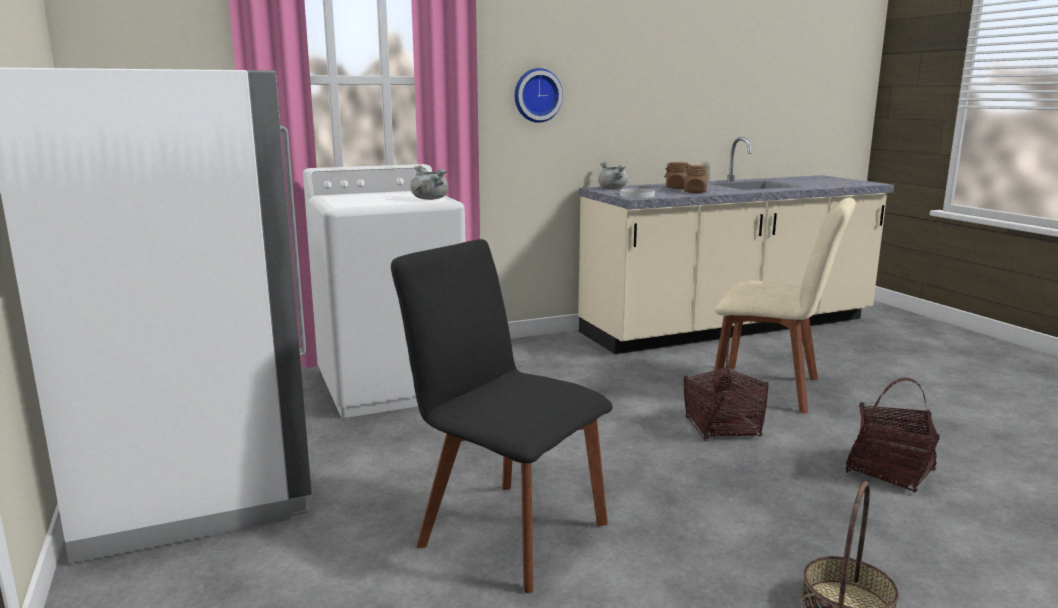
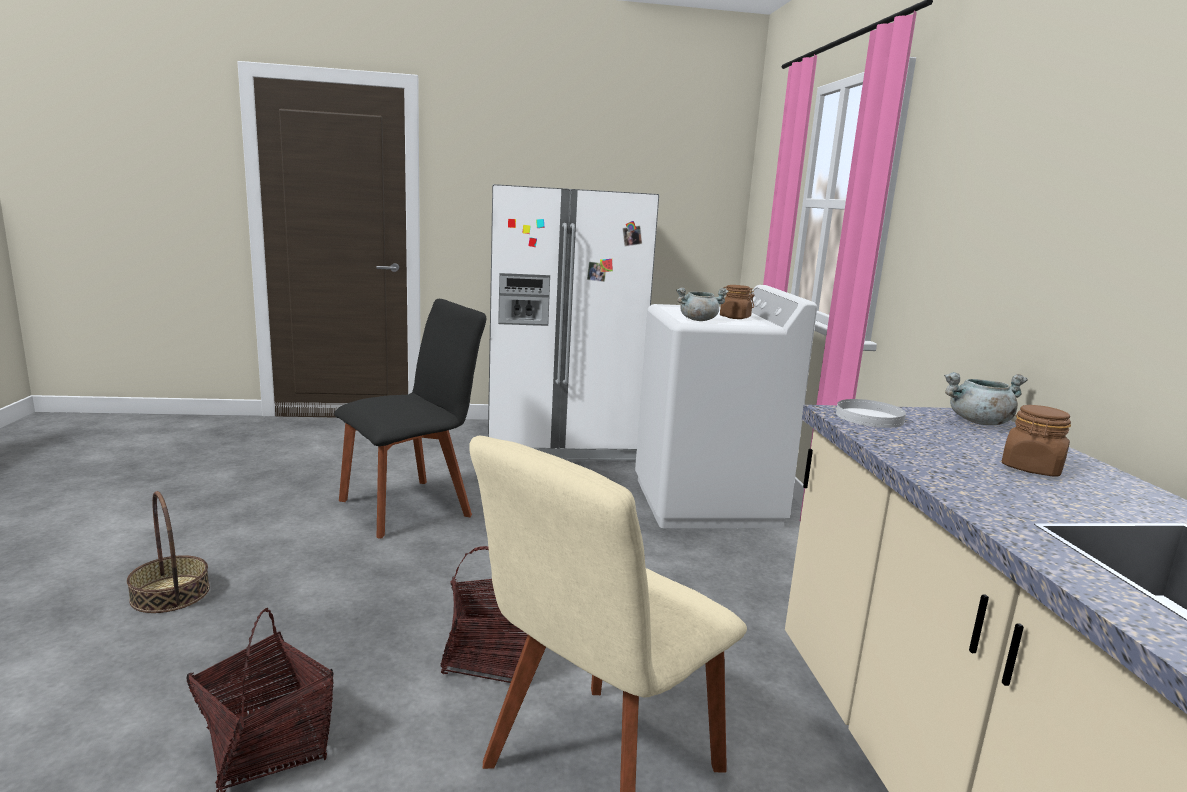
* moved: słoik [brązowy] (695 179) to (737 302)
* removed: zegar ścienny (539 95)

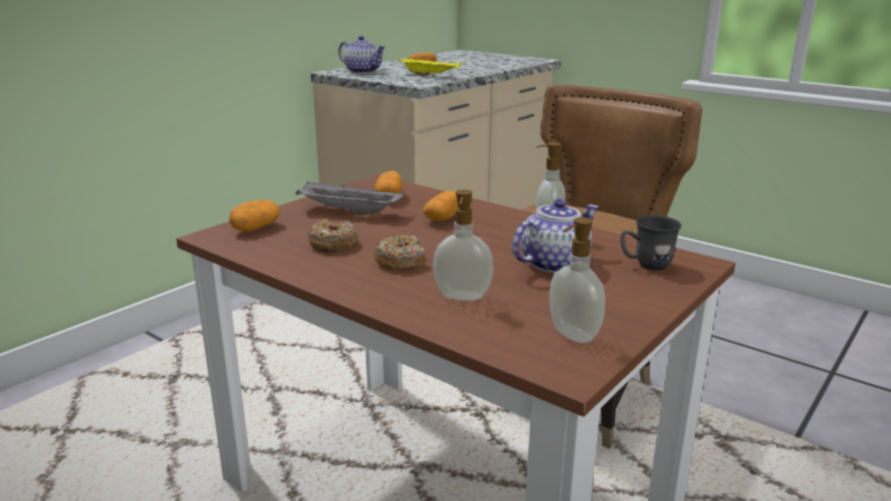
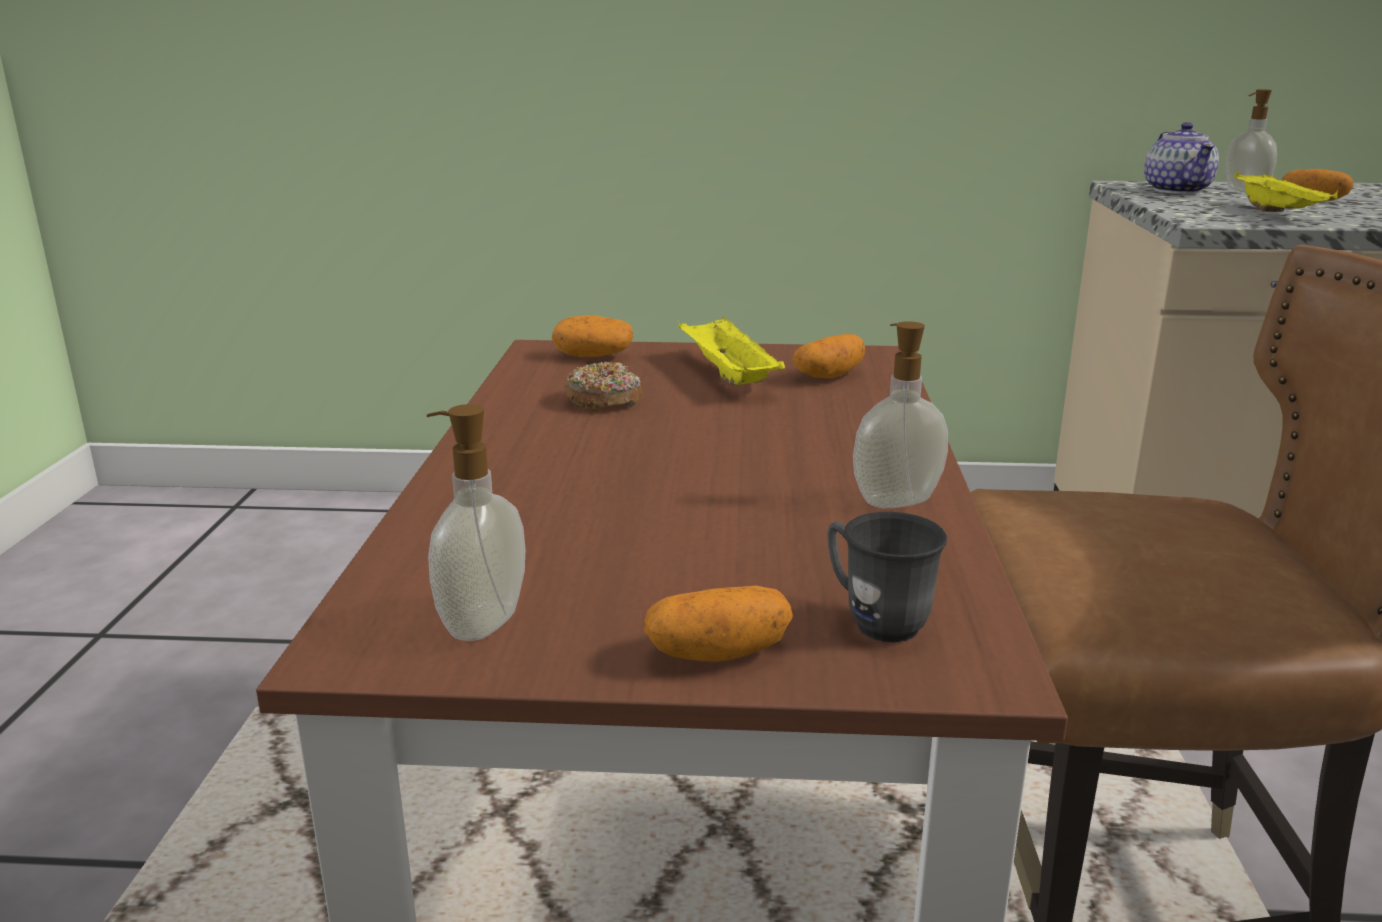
* moved: ziemniak (440 206) to (718 624)
* recoloured: taca [szary] (350 198) to taca [żółty] (731 350)
* moved: dozownik mydła (463 245) to (1251 140)
* removed: donut (400 253)
* removed: imbryk (555 236)

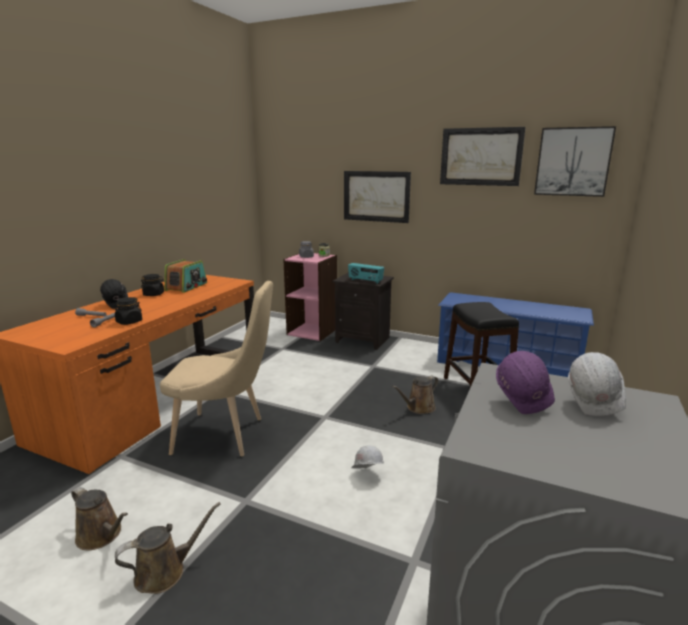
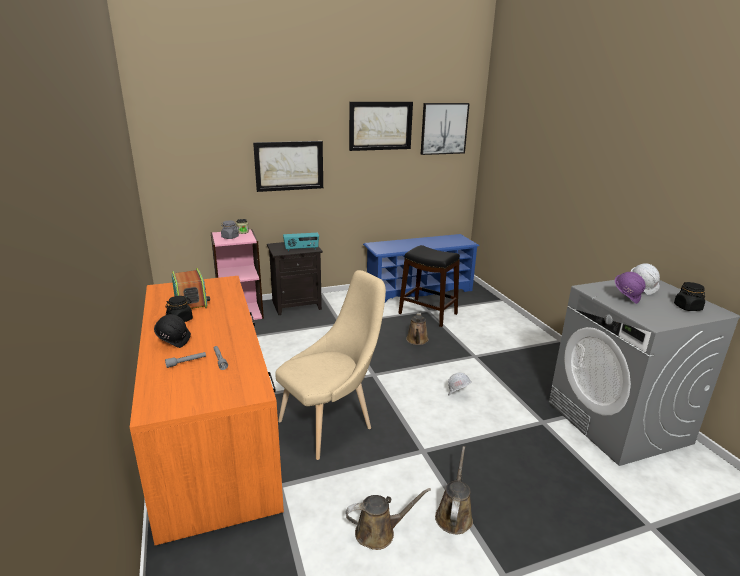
* moved: słoik [czarny] (127 311) to (689 296)

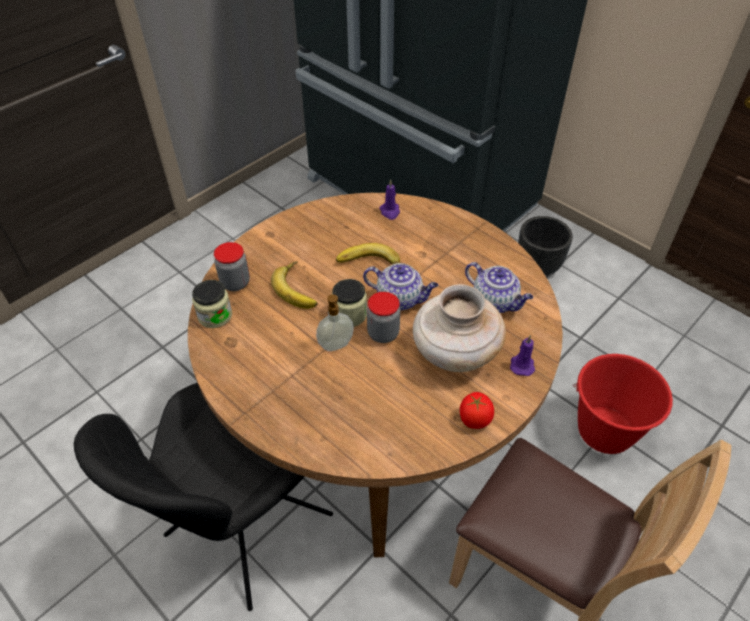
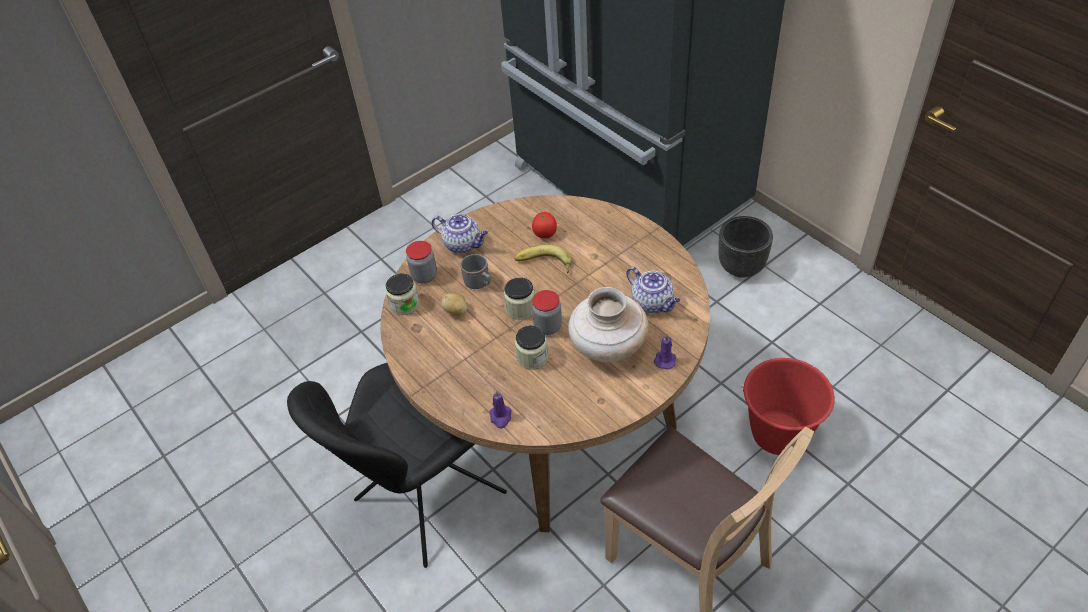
* moved: imbryk (400 286) to (460 234)
* added: ziemniak (454 304)
* replaced: banan (294 285) to kubek [szary] (475 271)
* moved: świeca [fioletowy] (389 200) to (500 409)
* added: słoik (532 348)
* moved: pomidor (477 410) to (544 225)
* removed: dozownik mydła (335 322)

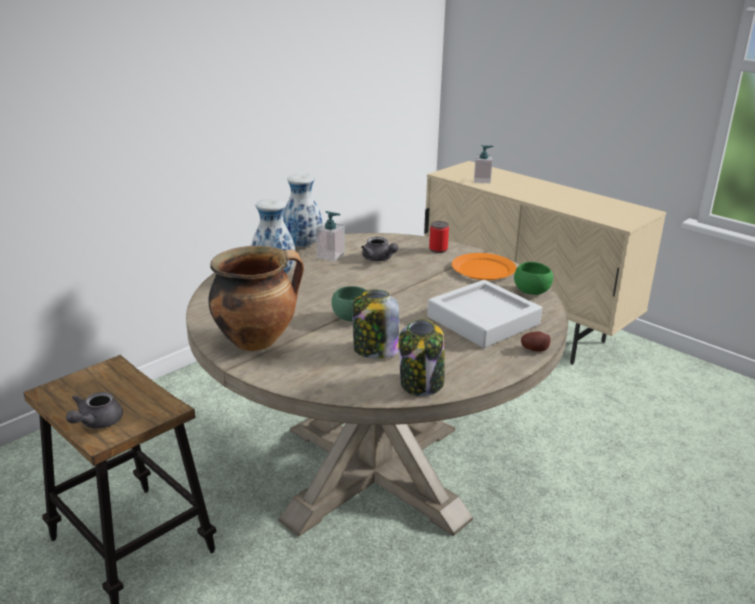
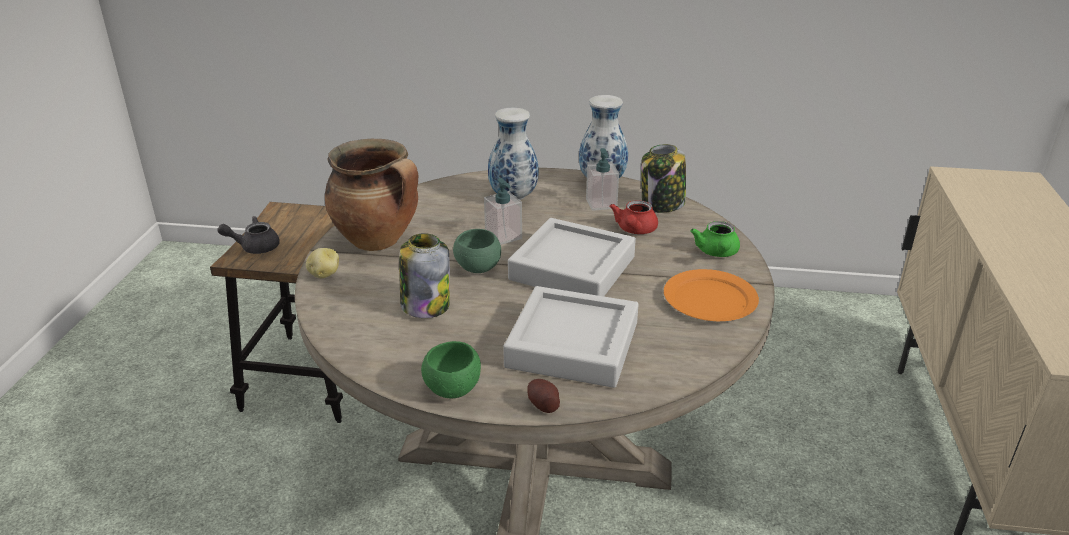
* added: ziemniak (322 263)
* moved: miska [zielony] (533 278) to (451 370)
* moved: dozownik mydła (484 164) to (503 211)
* added: taca [szary] (572 257)
* recoloured: imbryk [szary] (379 249) to imbryk [czerwony] (633 217)
* moved: słoik (422 357) to (663 178)
* replaced: puszka (439 237) to imbryk [zielony] (715 239)

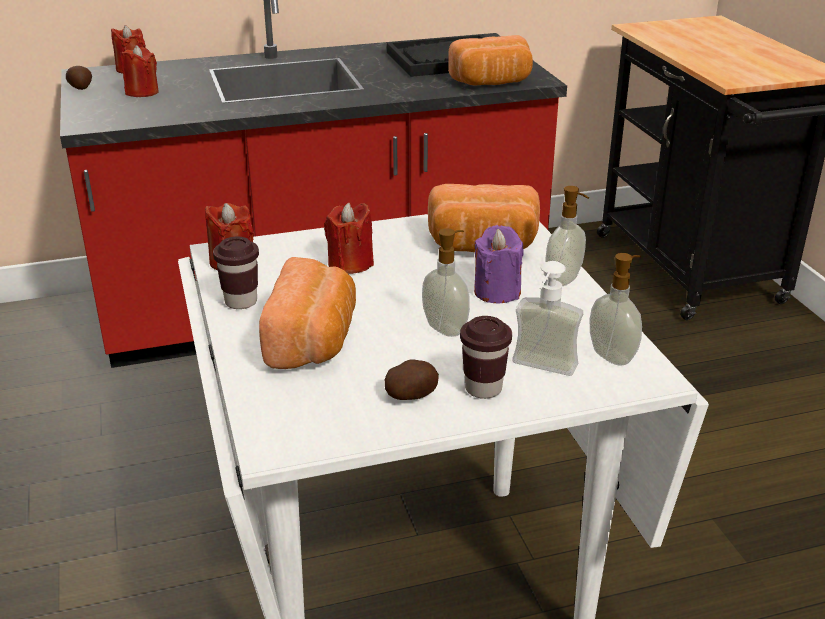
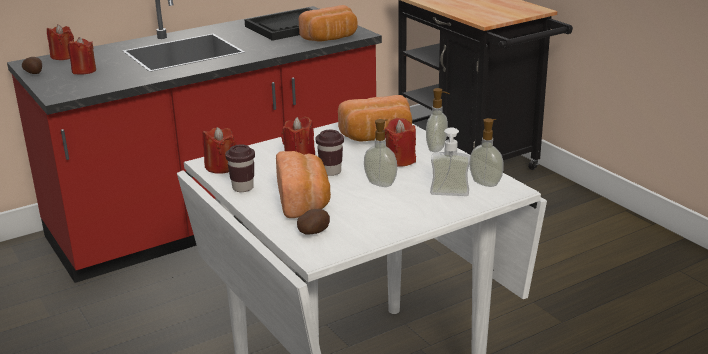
* moved: ziemniak (411 379) to (313 222)
* moved: filiżanka [brązowy] (486 357) to (330 153)
* recoloured: świeca [fioletowy] (499 264) to świeca [czerwony] (400 142)

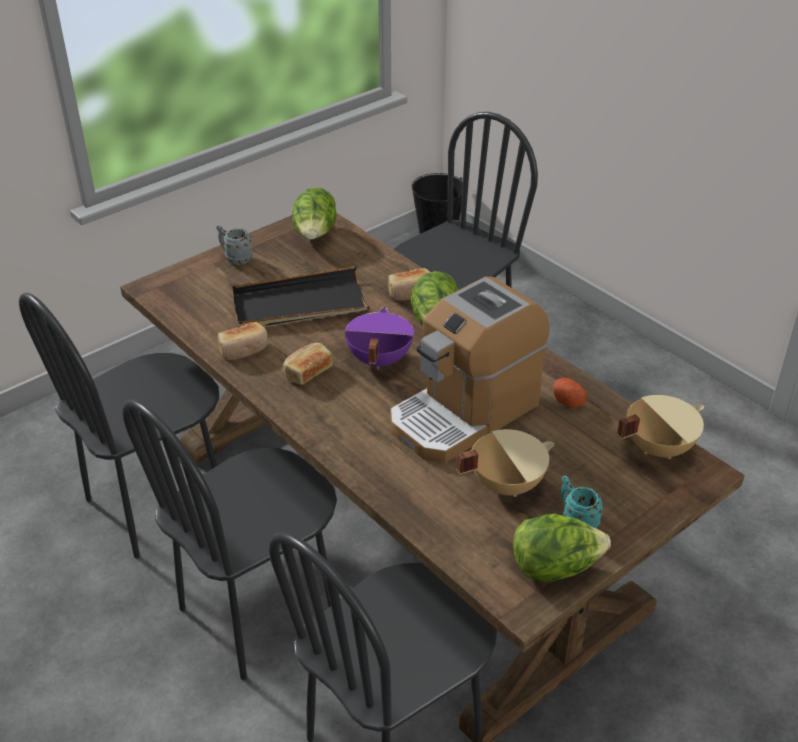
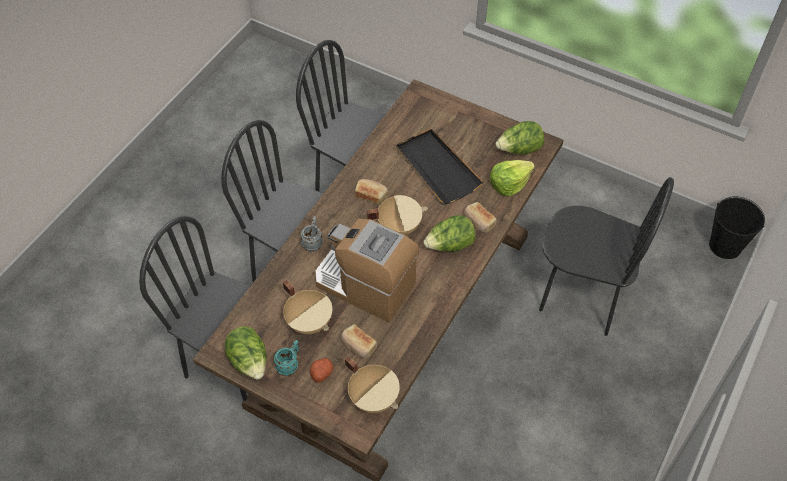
* moved: kubek [szary] (234 245) to (311 234)
* moved: ziemniak (570 393) to (321 370)
* moved: chleb (243 341) to (359 341)
* recoloured: garnek [fioletowy] (379 338) to garnek [beżowy] (397 215)
* added: sałata (512 178)

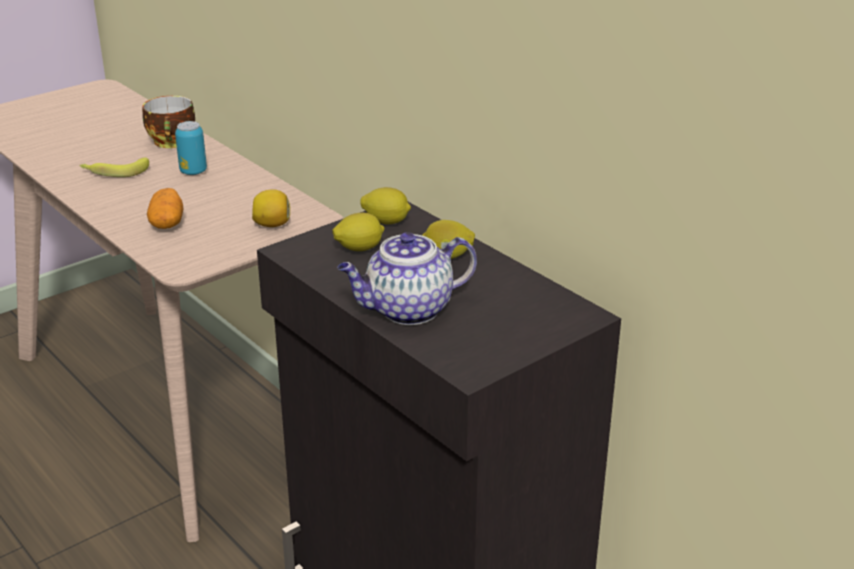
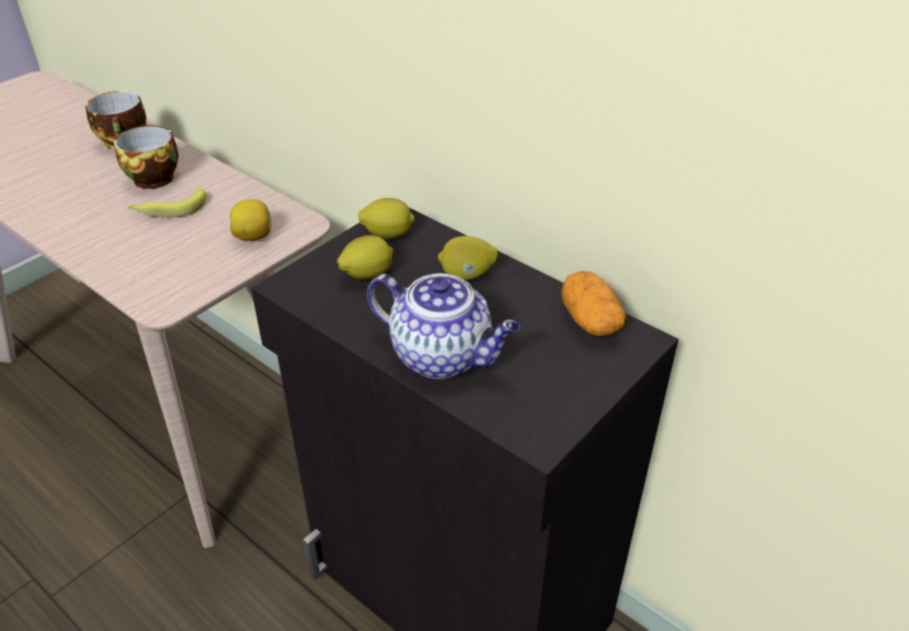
* replaced: puszka (191 148) to filiżanka (146 157)
* moved: banan (114 167) to (167 203)
* turned: imbryk (407 278) = (443 326) 120 degrees counterclockwise
* moved: ziemniak (165 208) to (593 303)

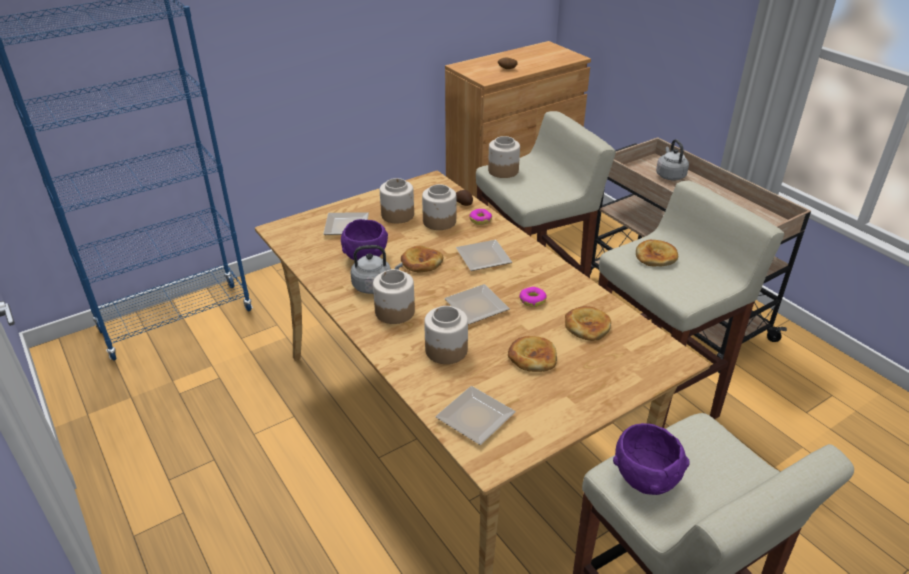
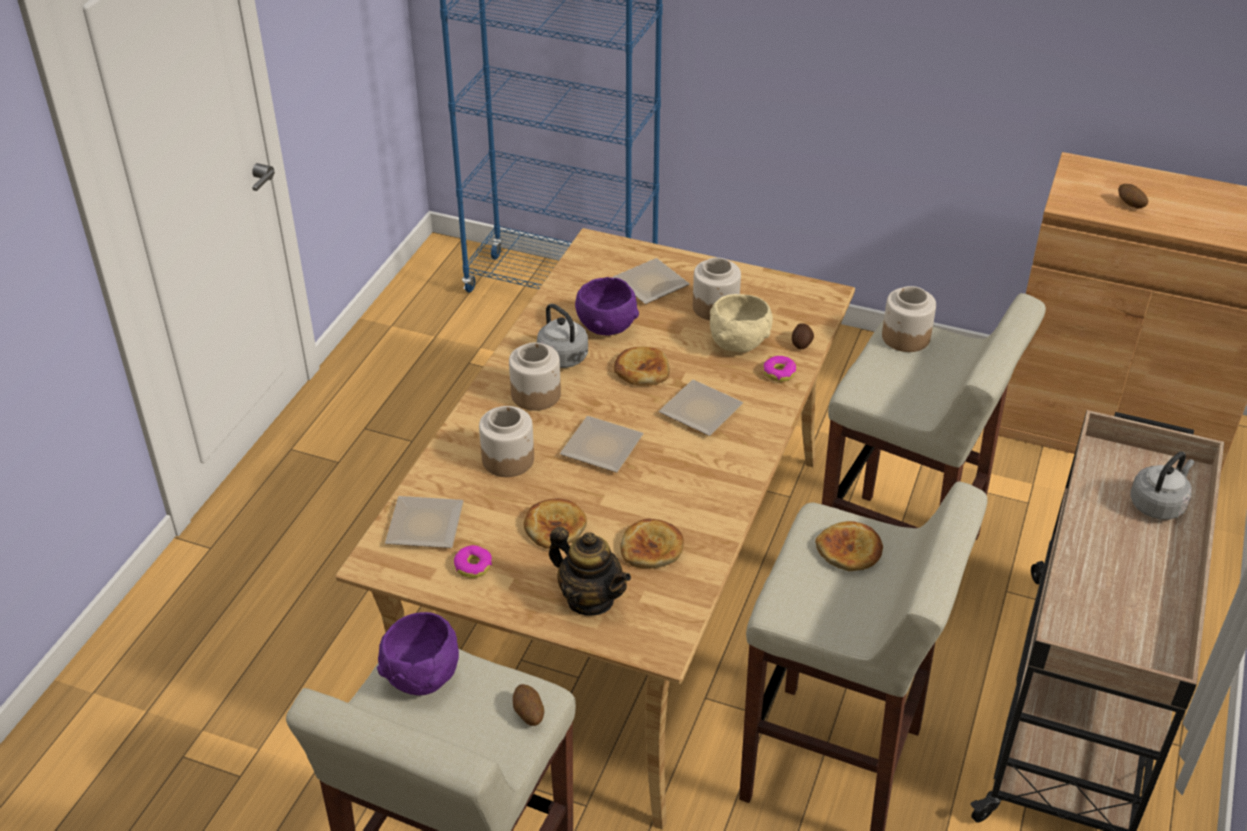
* moved: donut (533 297) to (473 561)
* added: ziemniak (528 705)
* added: imbryk (590 571)
* replaced: słoik (439 207) to miska [beżowy] (741 323)

